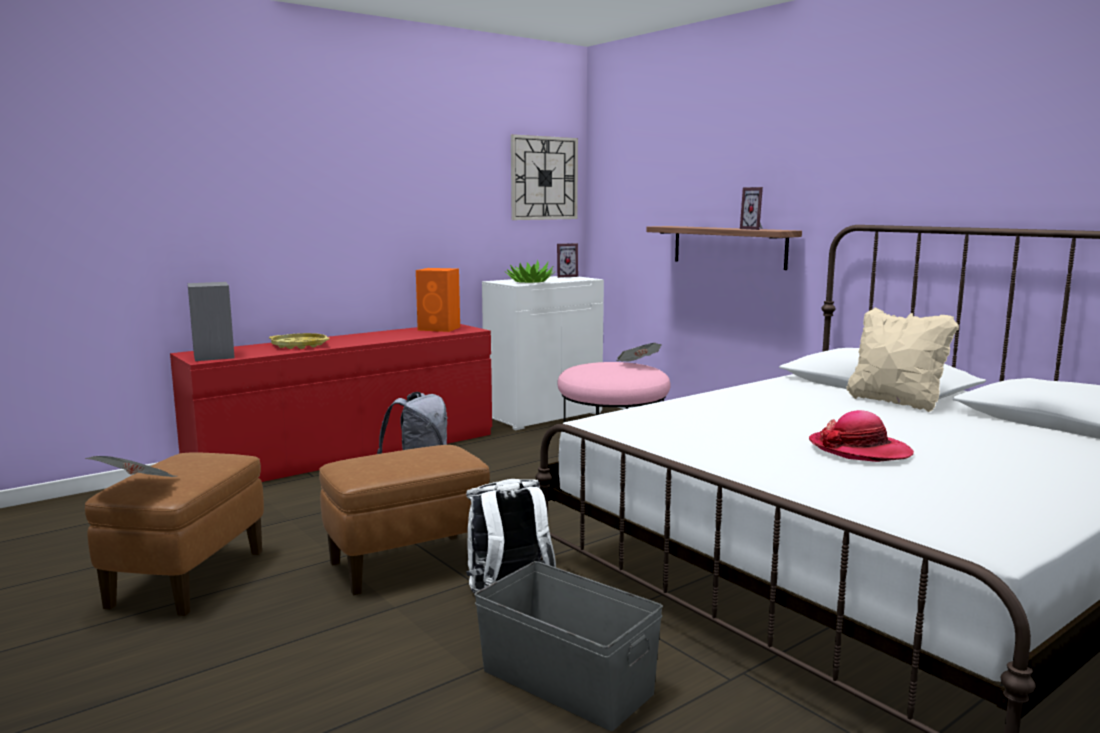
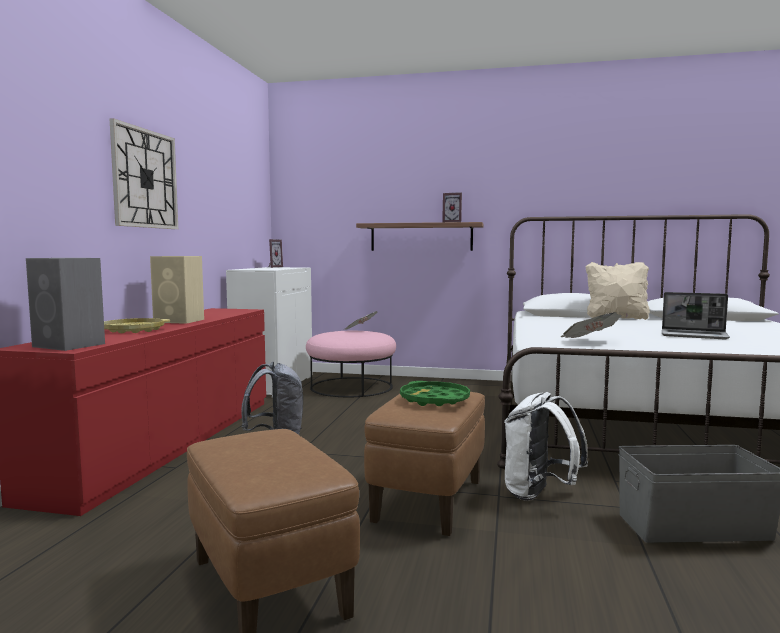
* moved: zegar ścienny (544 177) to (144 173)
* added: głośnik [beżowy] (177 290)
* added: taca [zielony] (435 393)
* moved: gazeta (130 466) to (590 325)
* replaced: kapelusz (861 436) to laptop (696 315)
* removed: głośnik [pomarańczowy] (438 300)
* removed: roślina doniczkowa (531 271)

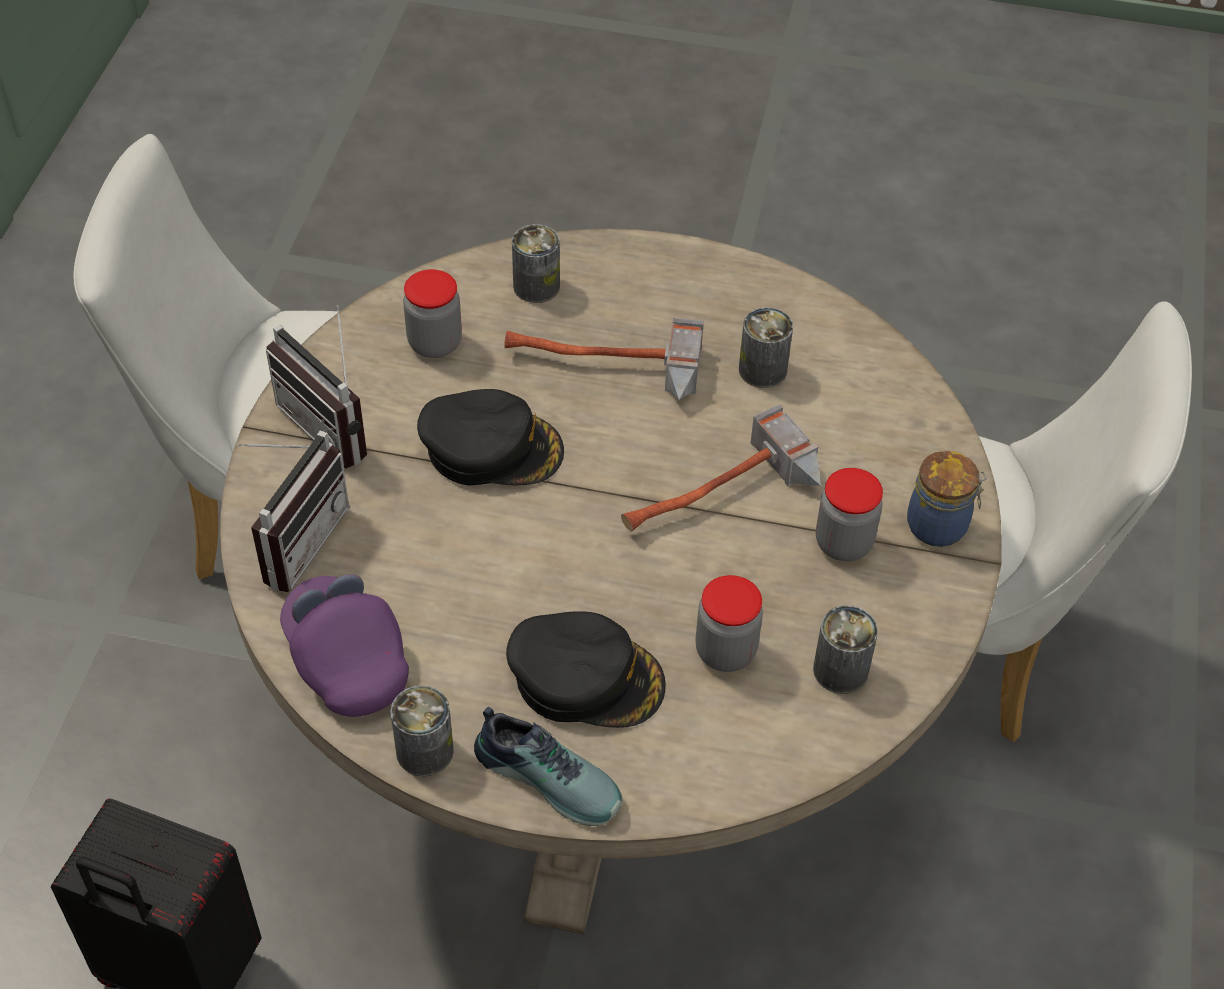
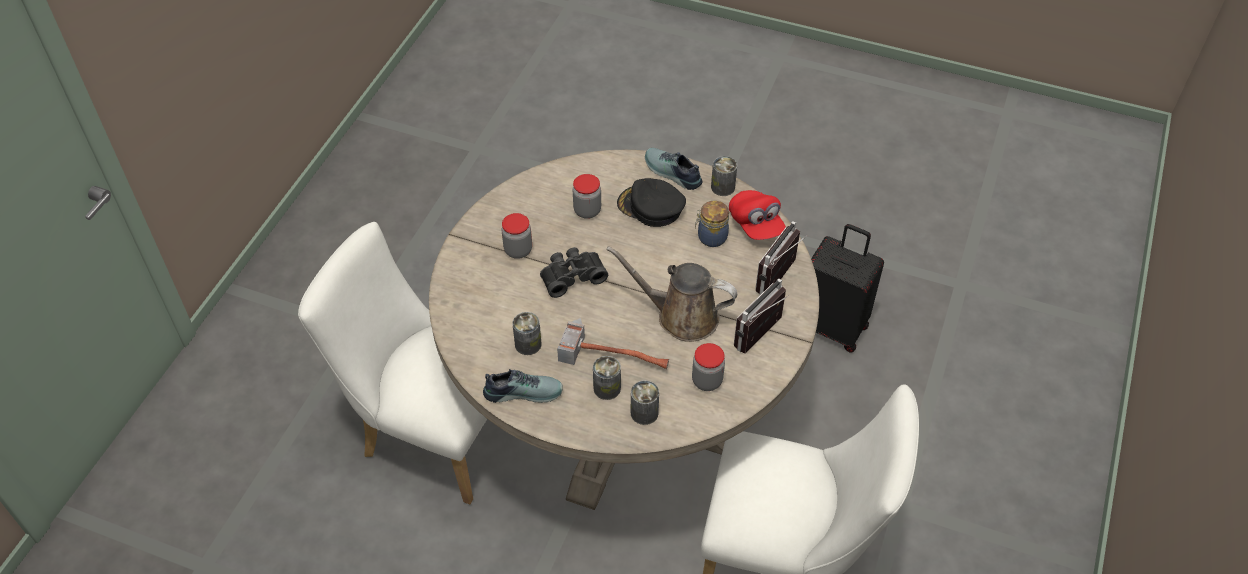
* added: but (523 386)
* replaced: młotek (721 468) to lornetka [czarny] (574 272)
* moved: puszka (845 649) to (607 378)
* replaced: czapka z daszkiem [czarny] (490 437) to konewka [brązowy] (671 294)
* moved: słoik (947 499) to (712 224)
* recoloured: czapka z daszkiem [fioletowy] (344 645) to czapka z daszkiem [czerwony] (757 215)
* turned: radio (316 386) = (761 315) 105 degrees counterclockwise

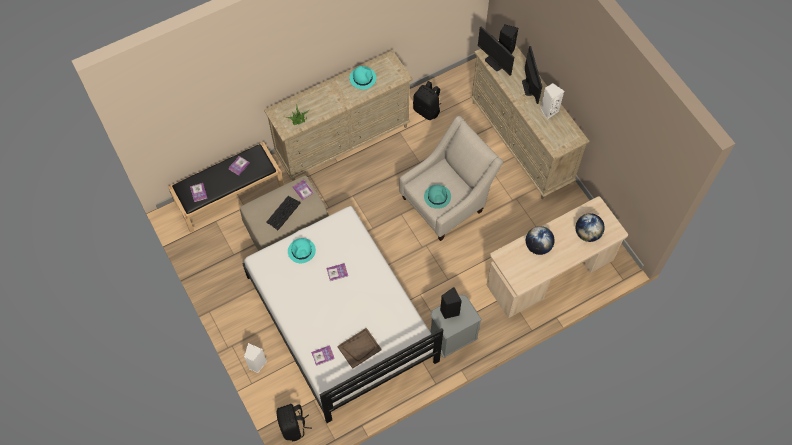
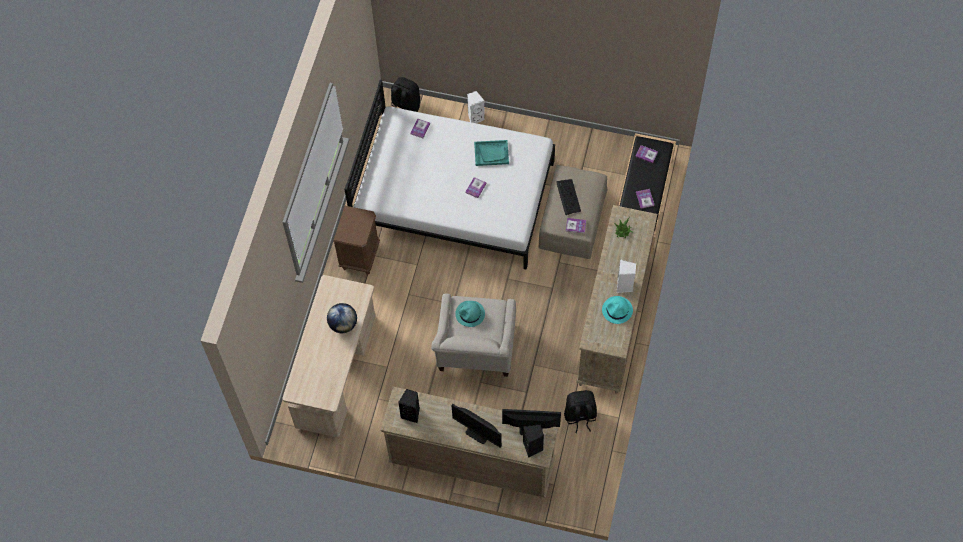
* recoloured: szafka nocna [szary] (455 326) to szafka nocna [brązowy] (356 240)
* moved: głośnik [czarny] (451 303) to (409 406)
* added: taca [turkusowy] (491 153)
* moved: głośnik [biały] (552 101) to (626 276)
* removed: kapelusz [turkusowy] (302 250)
* removed: taca [brązowy] (360 348)
* removed: globus (590 227)

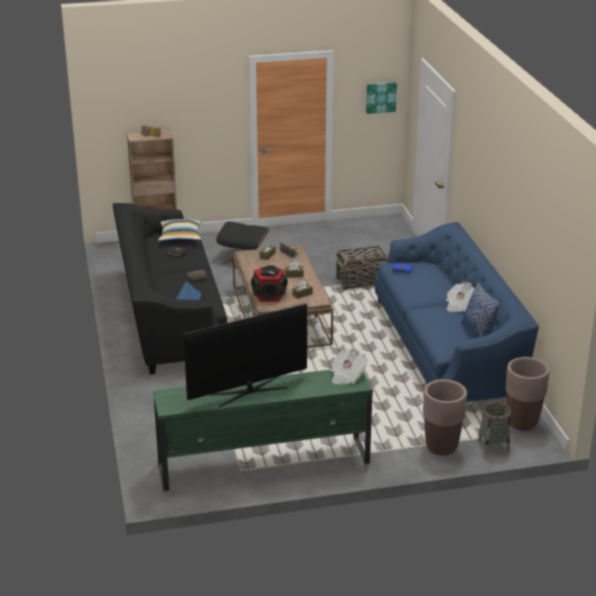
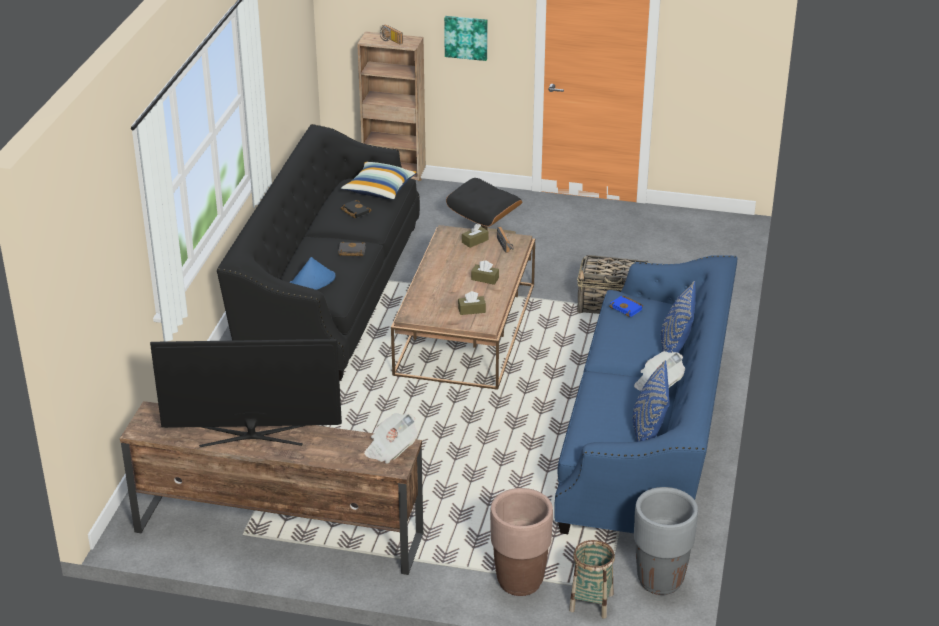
* recoloured: szafka pod telewizor [zielony] (263 430) to szafka pod telewizor [brązowy] (271 488)
* moved: obraz (381 98) to (466 38)
* recoloured: donica [brązowy] (527 394) to donica [szary] (666 541)
* added: poduszka [niebieski] (678 317)
* removed: głośnik (269 283)

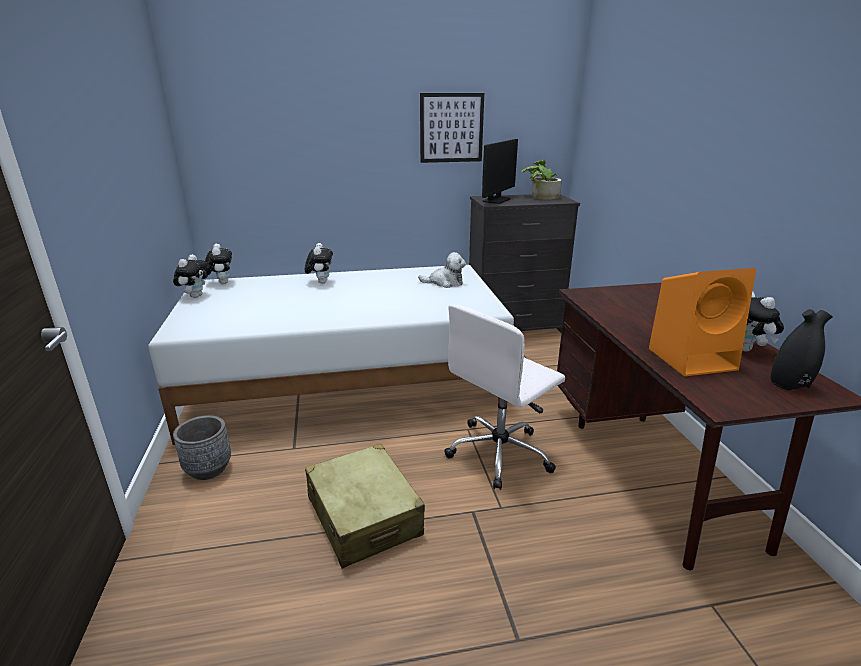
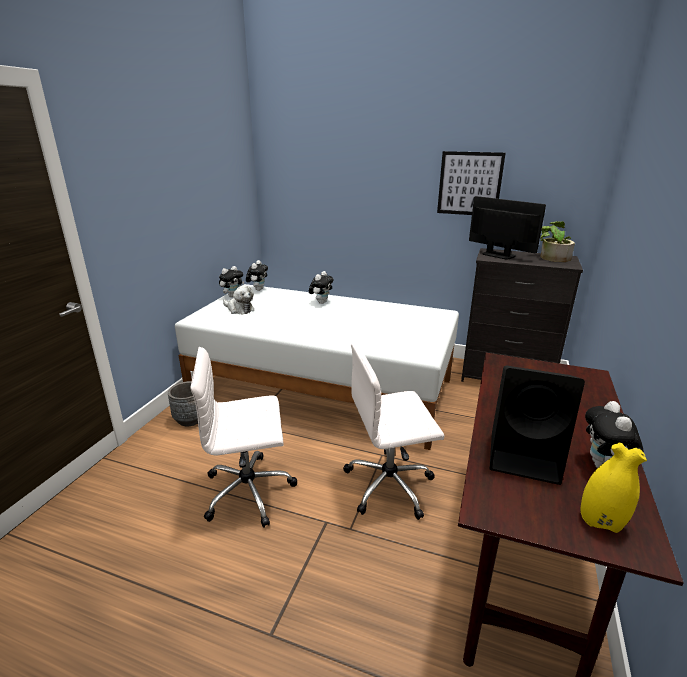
* replaced: walizka [beżowy] (365 506) to krzesło biurowe [biały] (244 437)
* moved: pluszak (442 270) to (238 300)
* turned: monitor (500 171) = (507 228) 105 degrees counterclockwise
* recoloured: głośnik [pomarańczowy] (702 322) to głośnik [czarny] (537 425)
* recoloured: wazon [czarny] (801 349) to wazon [żółty] (614 488)

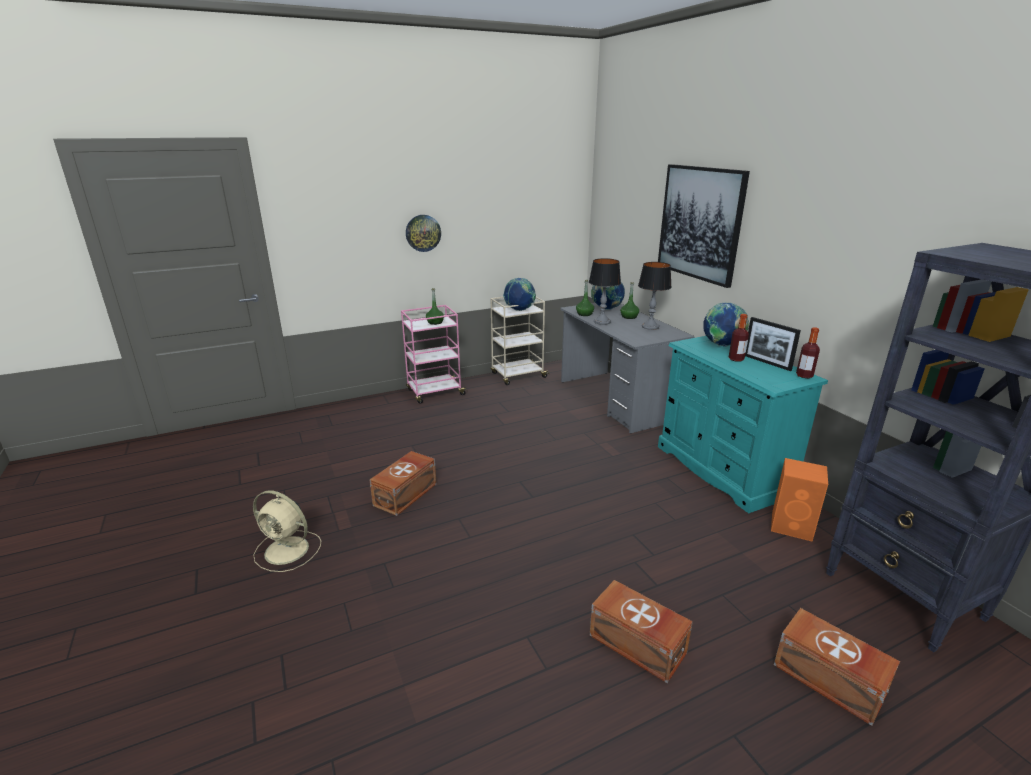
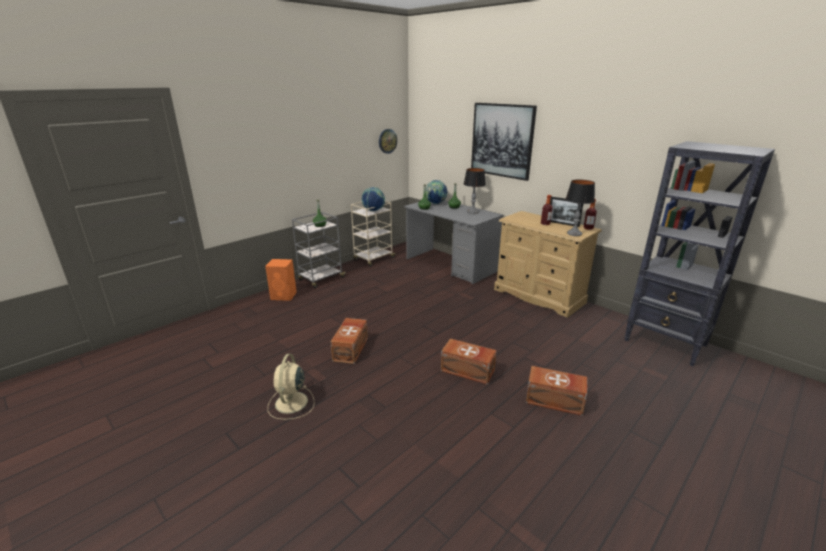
* moved: głośnik [pomarańczowy] (799 500) to (281 280)
* turned: wentylator [beżowy] (287 531) = (291 387) 90 degrees clockwise
* recoloured: wózek [różowy] (434 354) to wózek [szary] (319 250)
* moved: zegar ścienny (423 233) to (388 141)
* moved: pojemnik do przechowywania [brązowy] (837 667) to (469 361)
* recoloured: komoda [turkusowy] (743 424) to komoda [beżowy] (548 264)
* moved: lampa stołowa (605 291) to (580 208)
* removed: globus (726 324)

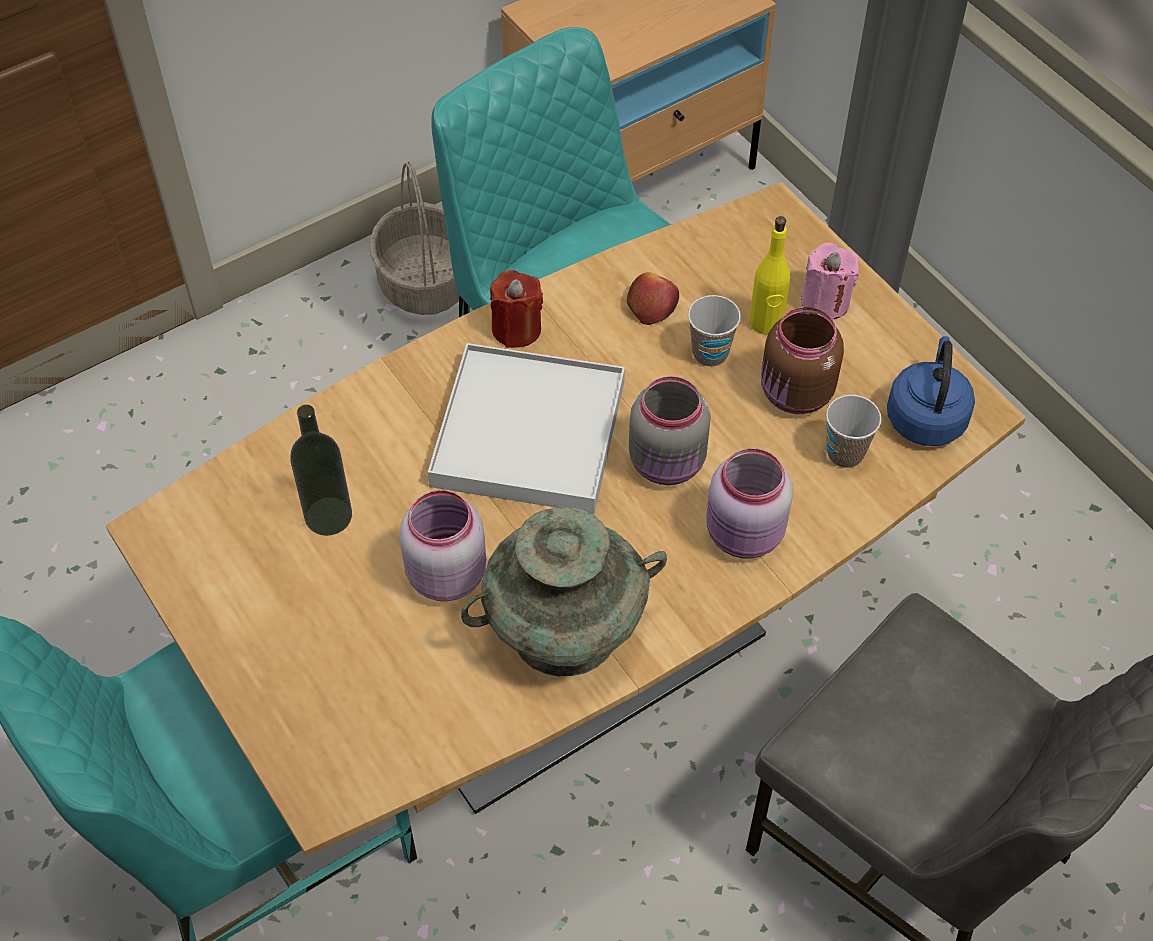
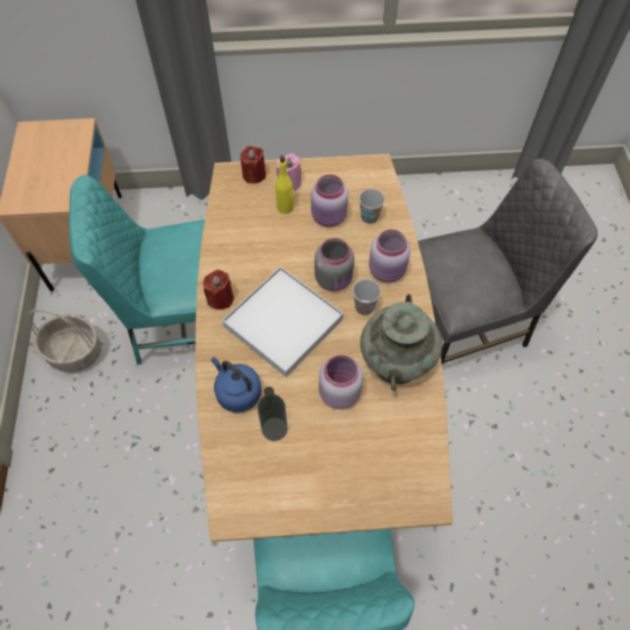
* moved: czajnik [niebieski] (931 391) to (236 384)
* added: świeca [czerwony] (253 165)
* recoloured: słoik [brązowy] (802 360) to słoik [różowy] (329 200)
* moved: filiżanka (714 331) to (367 297)
* removed: jabłko (653 298)

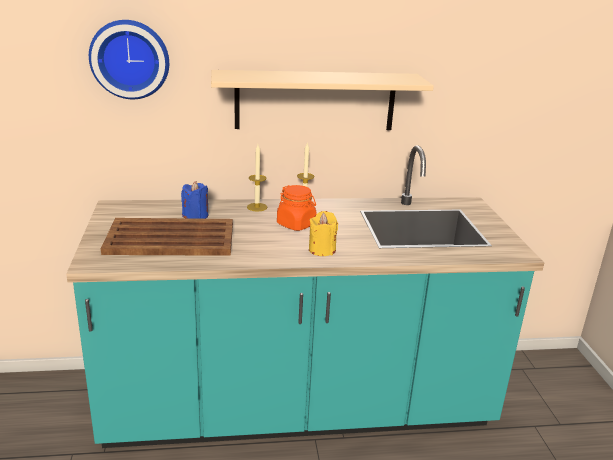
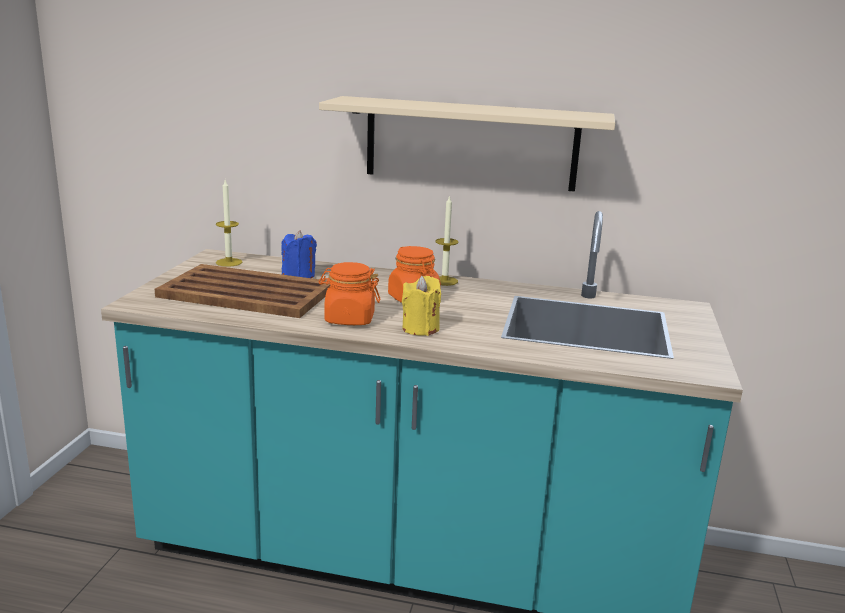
* moved: świeca (257 178) to (229 223)
* added: słoik [pomarańczowy] (349 293)
* removed: zegar ścienny (129 59)

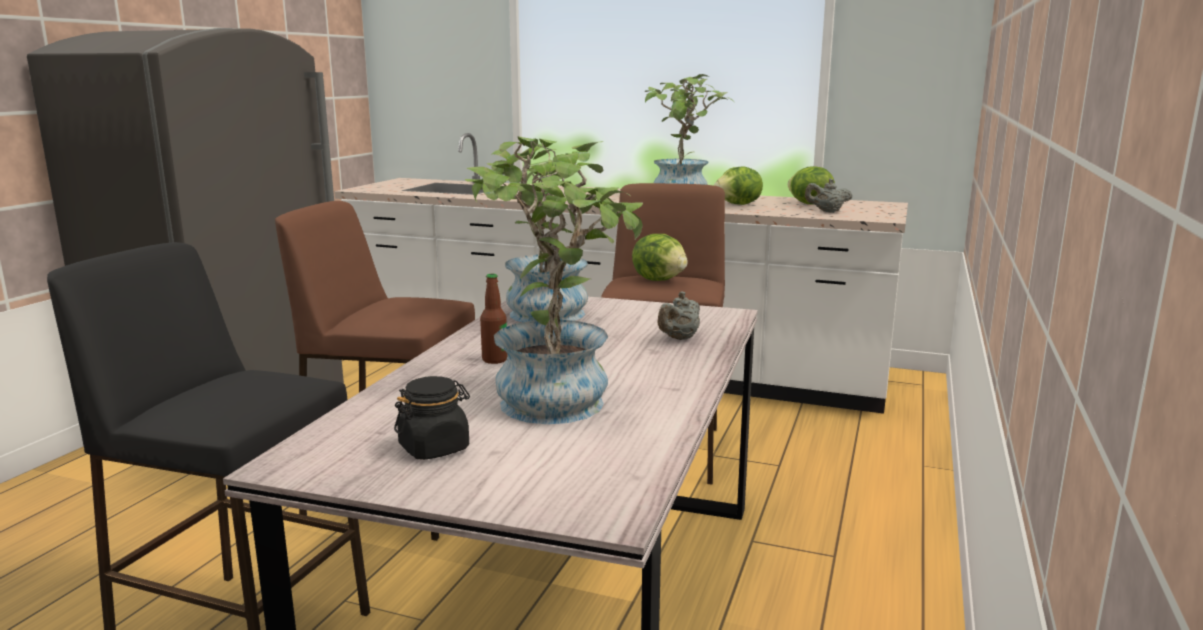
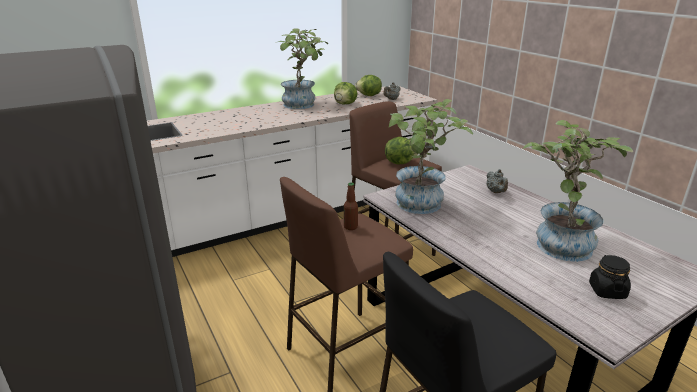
* moved: butelka (494 319) to (351 206)

